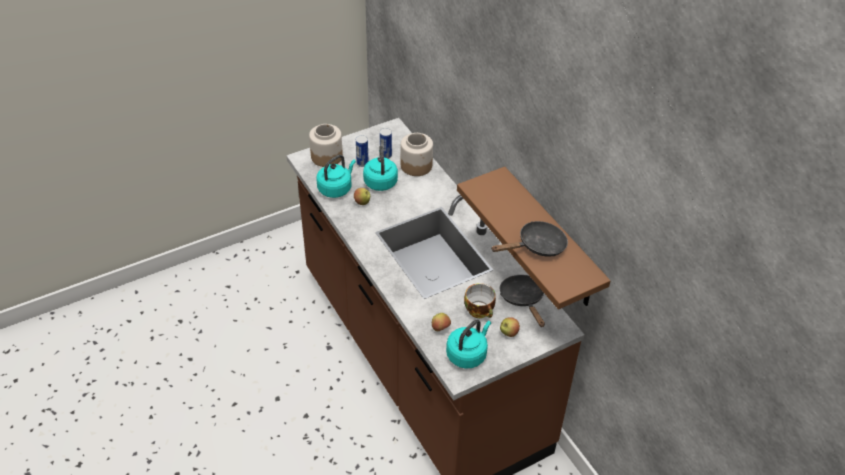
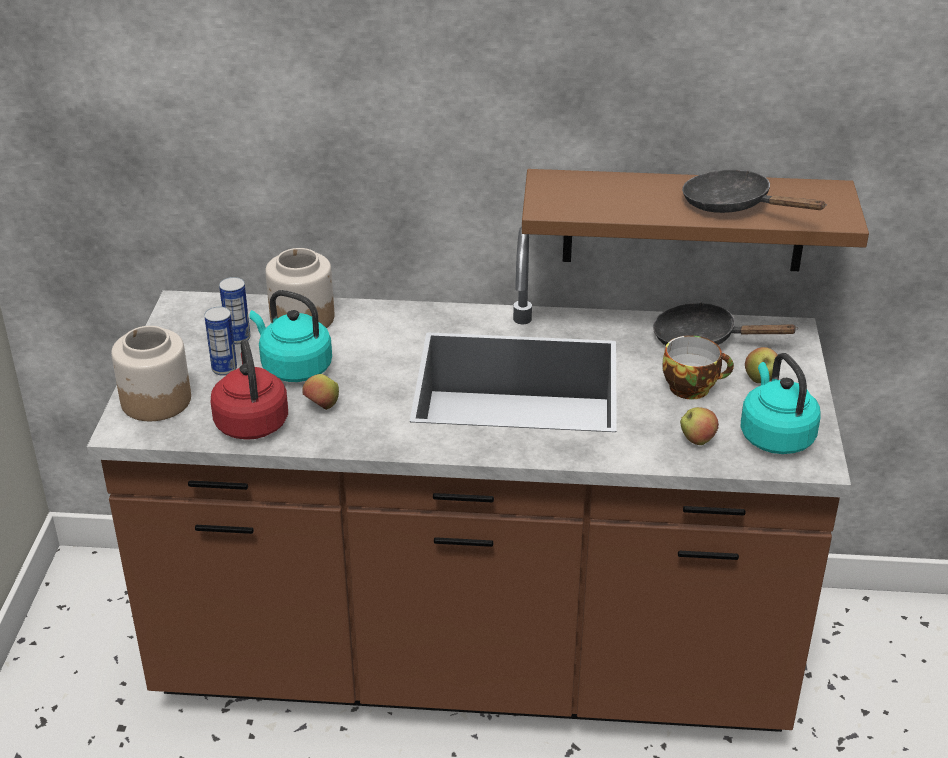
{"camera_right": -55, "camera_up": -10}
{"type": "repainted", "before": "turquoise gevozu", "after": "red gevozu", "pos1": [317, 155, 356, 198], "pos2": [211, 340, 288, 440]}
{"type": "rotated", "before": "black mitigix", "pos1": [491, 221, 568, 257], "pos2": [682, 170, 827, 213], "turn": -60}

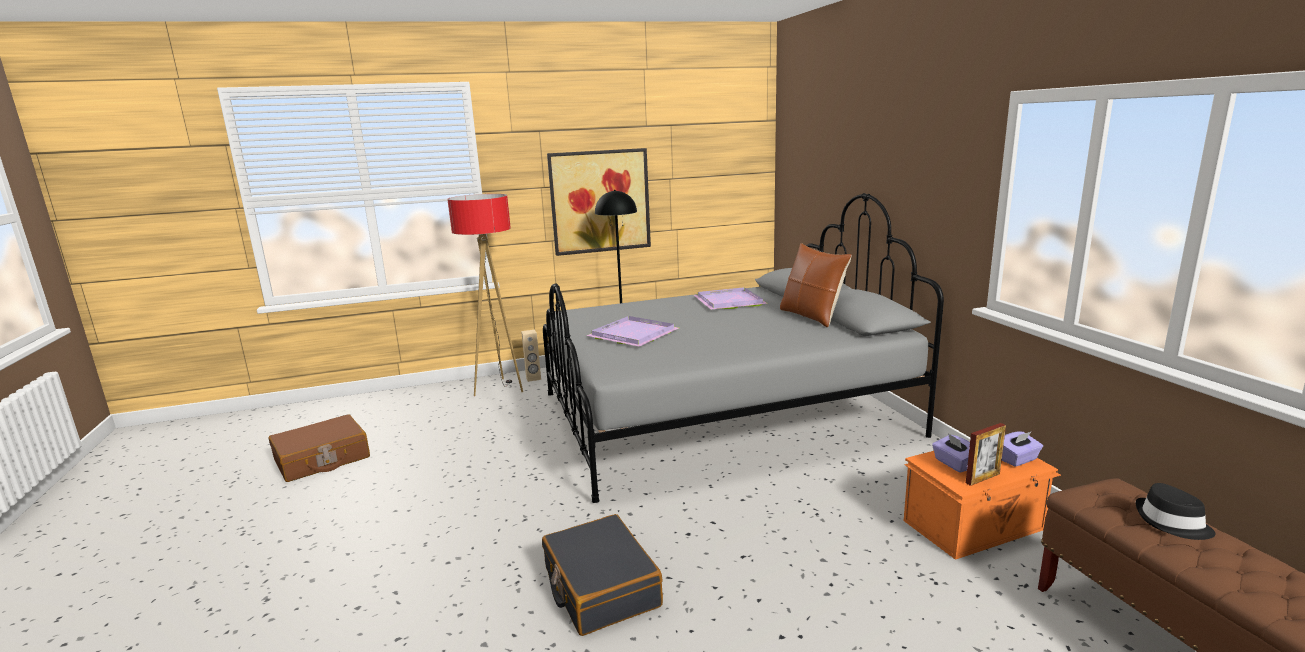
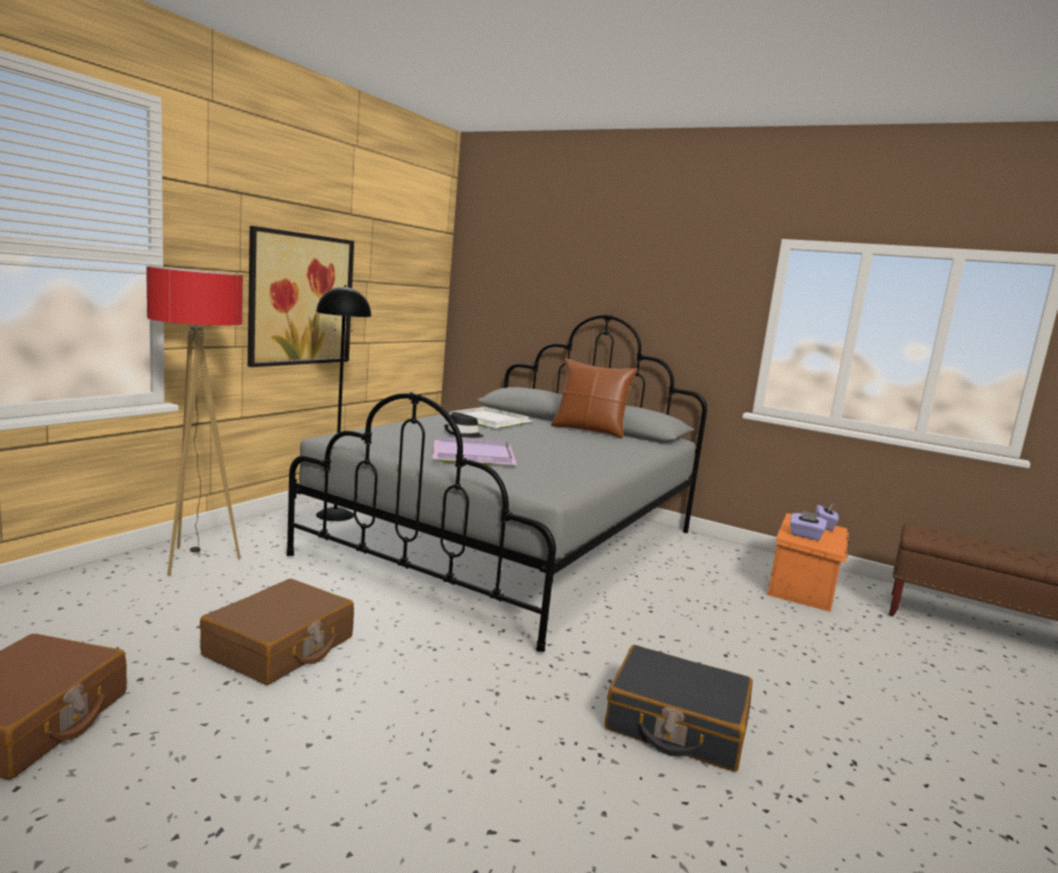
{"camera_right": -45, "camera_up": -5}
{"type": "new", "after": "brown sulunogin", "pos2": [200, 579, 354, 685]}
{"type": "shifted", "before": "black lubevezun", "pos1": [1136, 483, 1216, 540], "pos2": [444, 412, 483, 438]}
{"type": "repainted", "before": "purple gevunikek", "after": "white gevunikek", "pos1": [694, 287, 768, 310], "pos2": [450, 407, 532, 428]}
{"type": "gone", "before": "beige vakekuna", "pos1": [521, 330, 541, 382]}
{"type": "gone", "before": "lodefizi", "pos1": [966, 423, 1006, 486]}

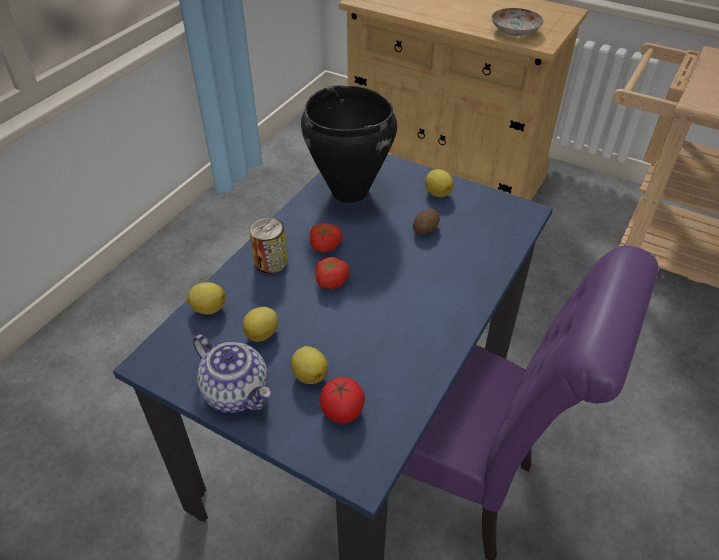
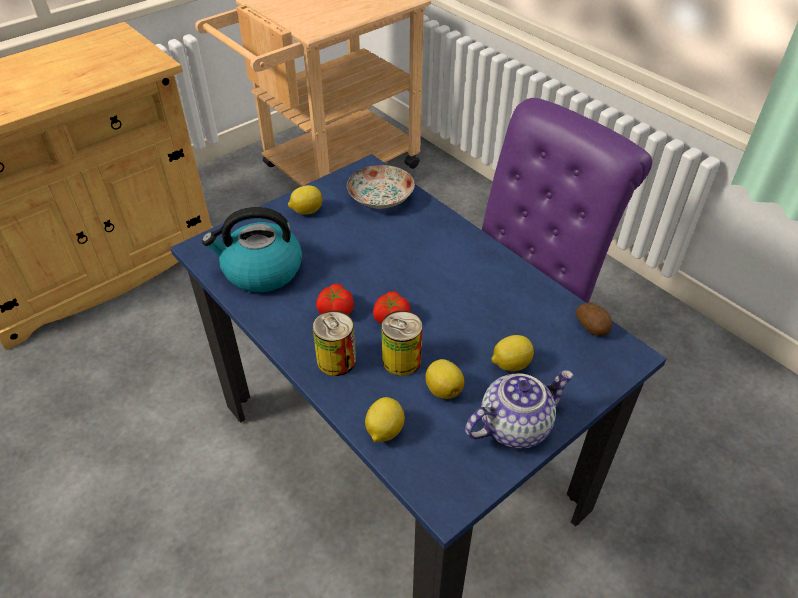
{"camera_right": -70, "camera_up": 0}
{"type": "swapped", "before": "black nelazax", "after": "gevozu", "pos1": [301, 85, 397, 203], "pos2": [202, 207, 302, 292]}
{"type": "shifted", "before": "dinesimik", "pos1": [491, 8, 544, 36], "pos2": [347, 165, 415, 209]}
{"type": "new", "after": "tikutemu", "pos2": [381, 311, 423, 376]}
{"type": "shifted", "before": "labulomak", "pos1": [413, 208, 440, 234], "pos2": [576, 302, 612, 336]}
{"type": "gone", "before": "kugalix", "pos1": [320, 377, 365, 424]}

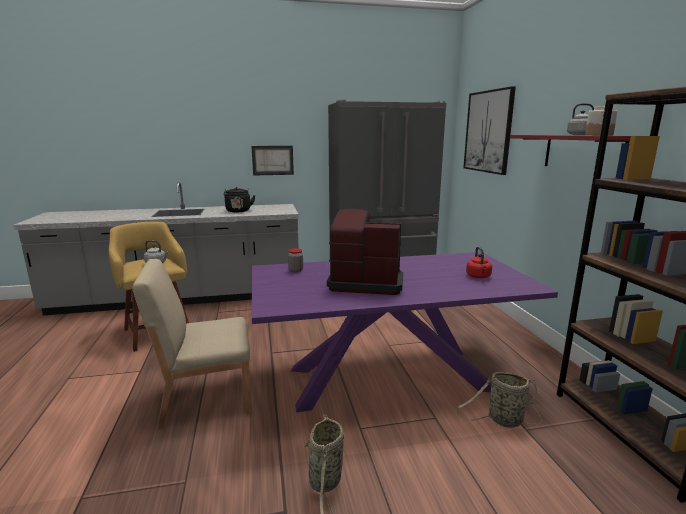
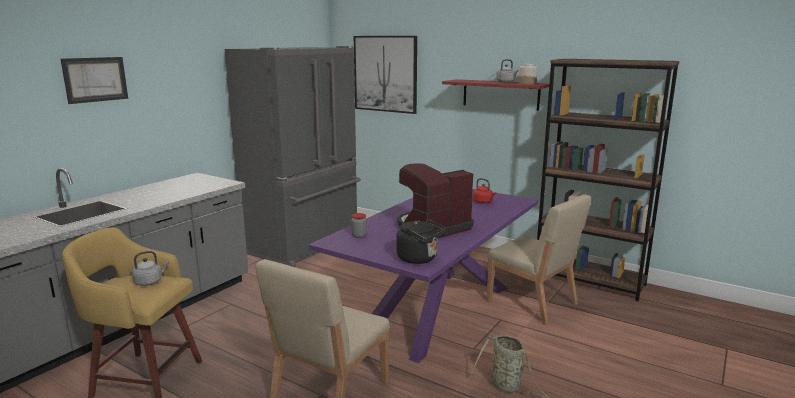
{"camera_right": -45, "camera_up": 0}
{"type": "shifted", "before": "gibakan", "pos1": [251, 146, 294, 176], "pos2": [61, 57, 128, 104]}
{"type": "shifted", "before": "black gevozu", "pos1": [224, 187, 255, 212], "pos2": [396, 219, 446, 264]}
{"type": "swapped", "before": "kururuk", "after": "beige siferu", "pos1": [455, 372, 542, 428], "pos2": [487, 195, 591, 325]}

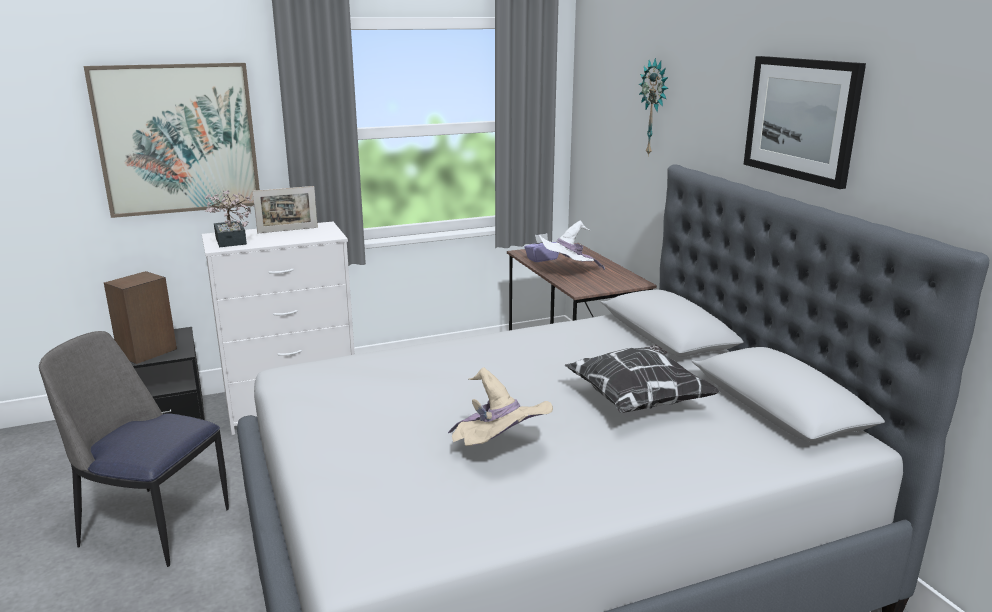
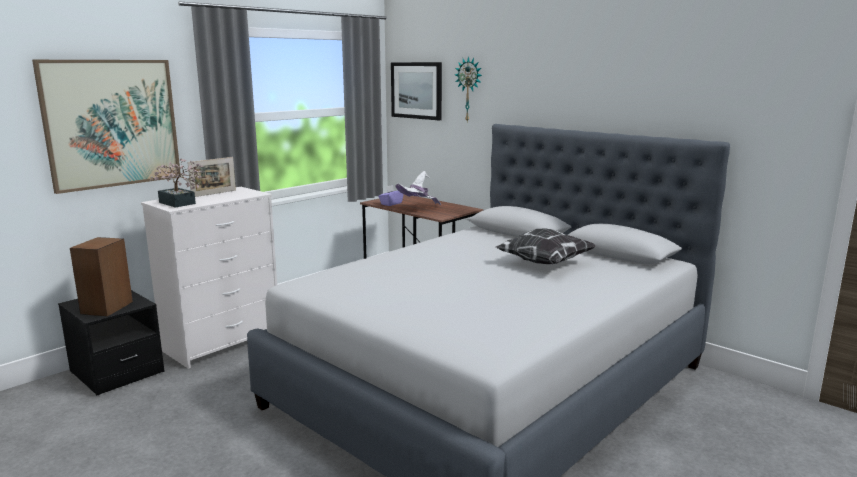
{"camera_right": -25, "camera_up": -5}
{"type": "shifted", "before": "gibakan", "pos1": [744, 56, 866, 189], "pos2": [391, 62, 442, 120]}
{"type": "gone", "before": "siferu", "pos1": [39, 331, 229, 567]}
{"type": "gone", "before": "beige lubevezun", "pos1": [448, 367, 553, 446]}

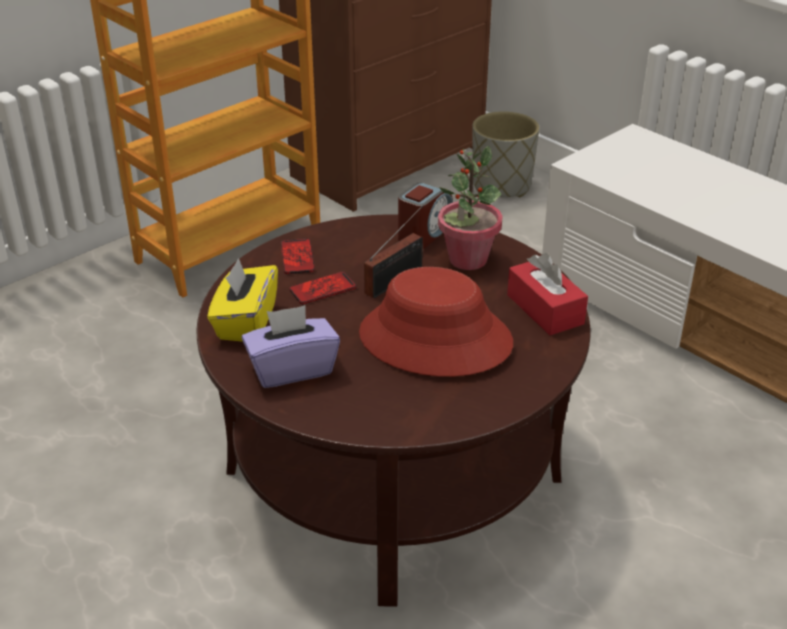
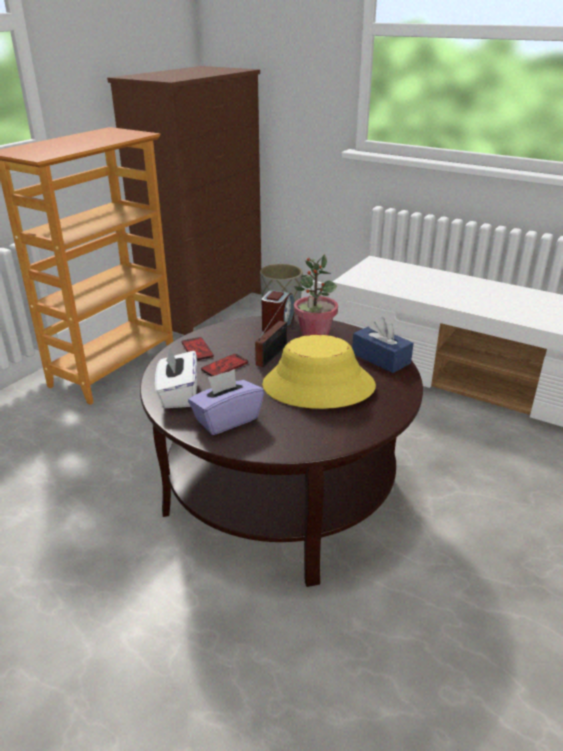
{"camera_right": -15, "camera_up": -5}
{"type": "repainted", "before": "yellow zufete", "after": "white zufete", "pos1": [207, 258, 278, 342], "pos2": [155, 346, 197, 408]}
{"type": "repainted", "before": "red lubevezun", "after": "yellow lubevezun", "pos1": [359, 267, 513, 377], "pos2": [262, 335, 376, 409]}
{"type": "repainted", "before": "red zufete", "after": "blue zufete", "pos1": [507, 253, 588, 335], "pos2": [352, 317, 414, 373]}

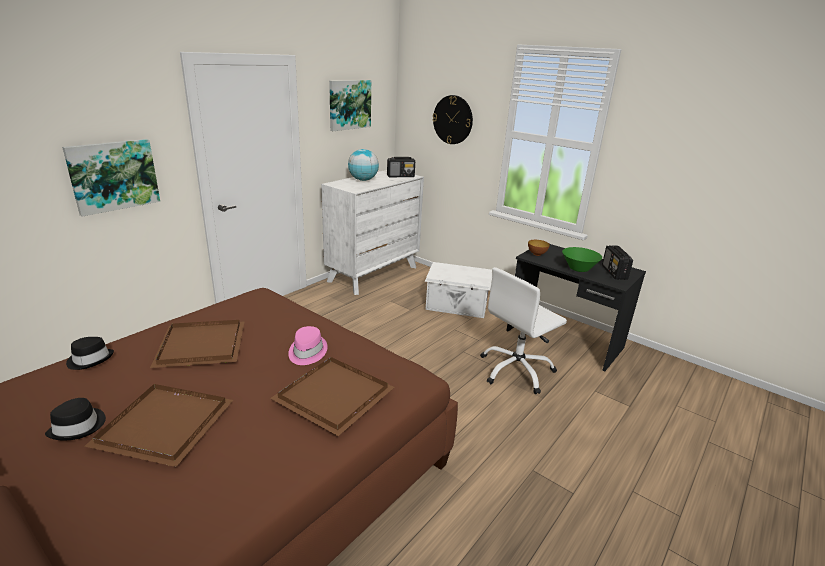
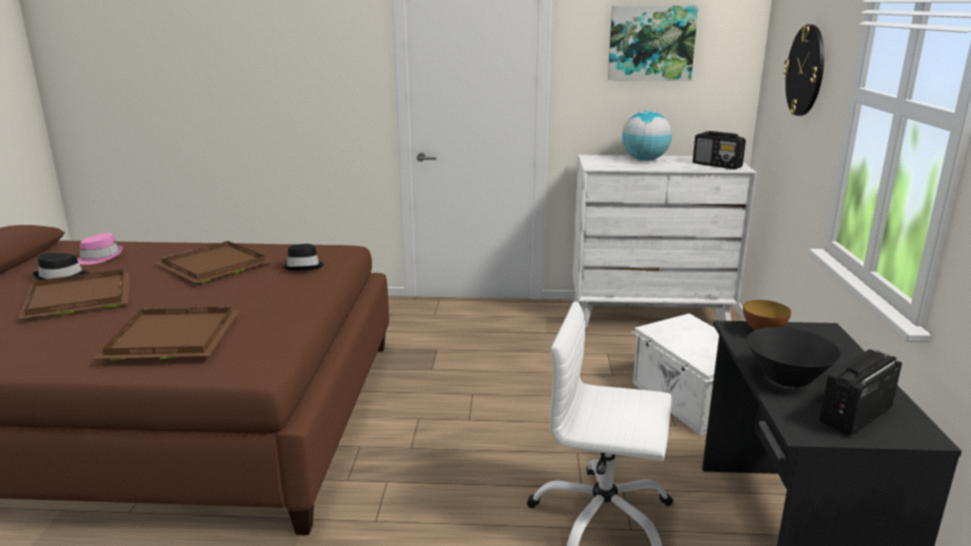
{"camera_right": 55, "camera_up": -5}
{"type": "shifted", "before": "pink lubevezun", "pos1": [288, 326, 328, 365], "pos2": [77, 233, 123, 265]}
{"type": "shifted", "before": "black lubevezun", "pos1": [66, 337, 114, 370], "pos2": [282, 244, 324, 270]}
{"type": "repainted", "before": "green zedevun", "after": "black zedevun", "pos1": [562, 247, 602, 272], "pos2": [746, 327, 841, 387]}
{"type": "gone", "before": "gibakan", "pos1": [62, 139, 160, 217]}

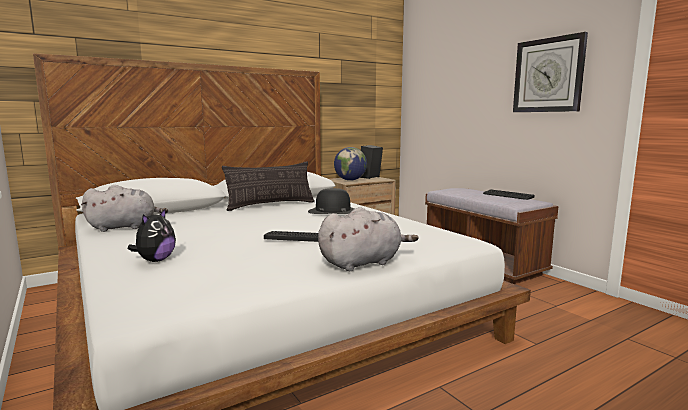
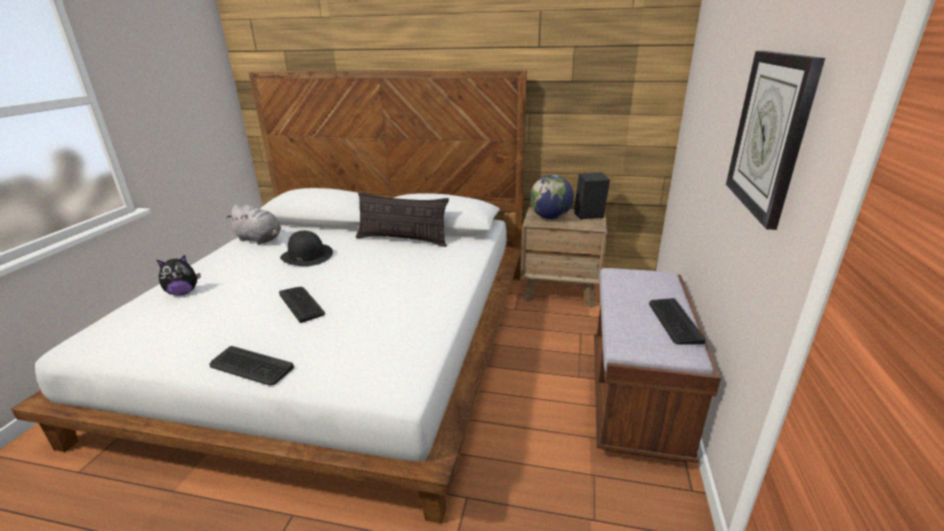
{"camera_right": 45, "camera_up": 15}
{"type": "swapped", "before": "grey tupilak", "after": "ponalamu", "pos1": [318, 207, 419, 271], "pos2": [210, 346, 294, 385]}
{"type": "shifted", "before": "black lubevezun", "pos1": [308, 188, 354, 214], "pos2": [280, 231, 333, 266]}

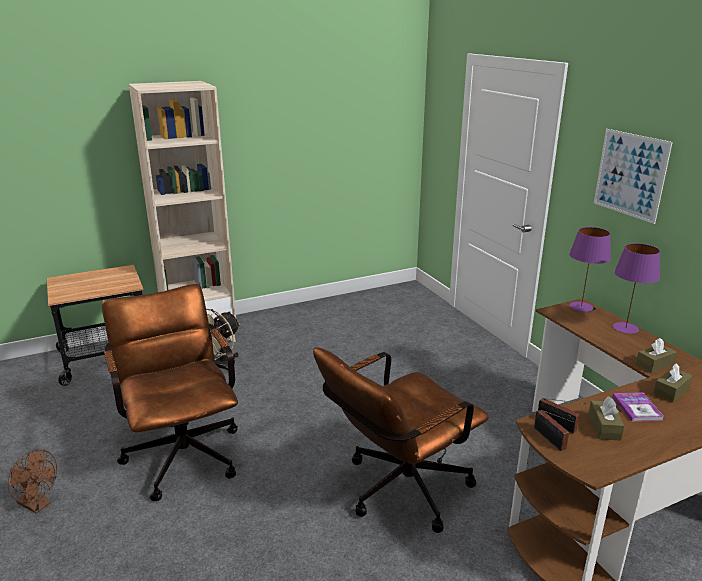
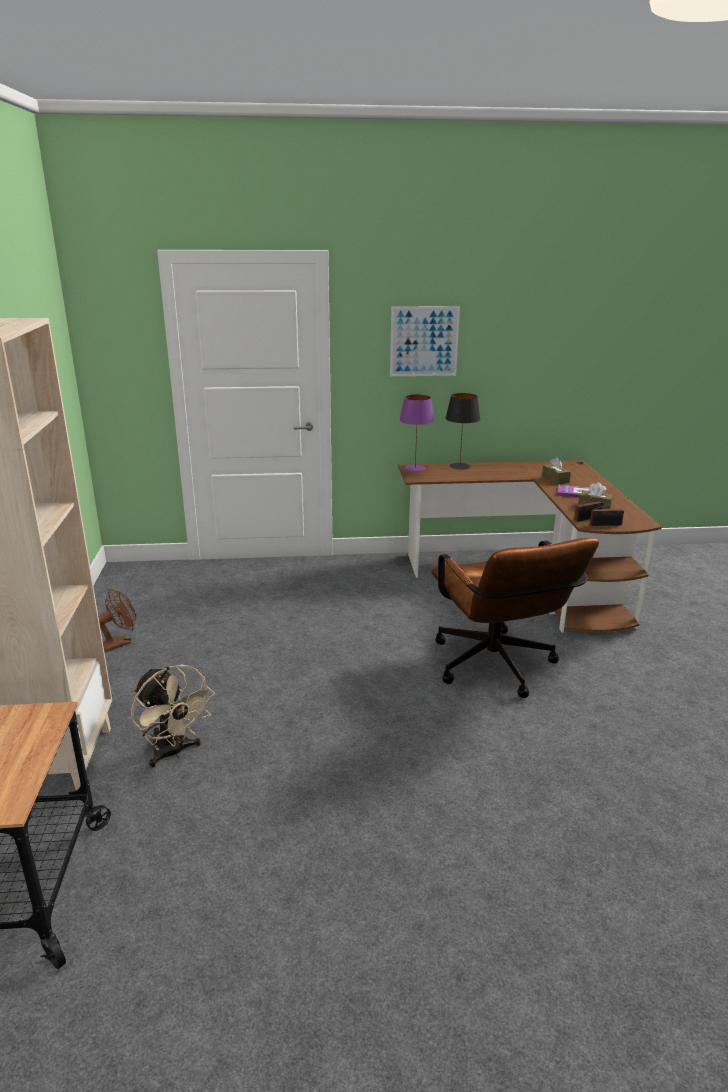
{"camera_right": -70, "camera_up": 0}
{"type": "shifted", "before": "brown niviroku", "pos1": [8, 449, 57, 514], "pos2": [98, 589, 136, 652]}
{"type": "repainted", "before": "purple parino", "after": "black parino", "pos1": [613, 243, 660, 334], "pos2": [445, 393, 480, 469]}
{"type": "gone", "before": "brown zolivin", "pos1": [102, 284, 238, 501]}
{"type": "gone", "before": "brown zufete", "pos1": [636, 338, 677, 373]}

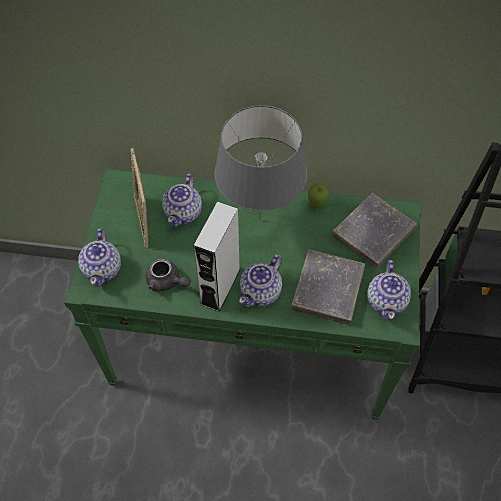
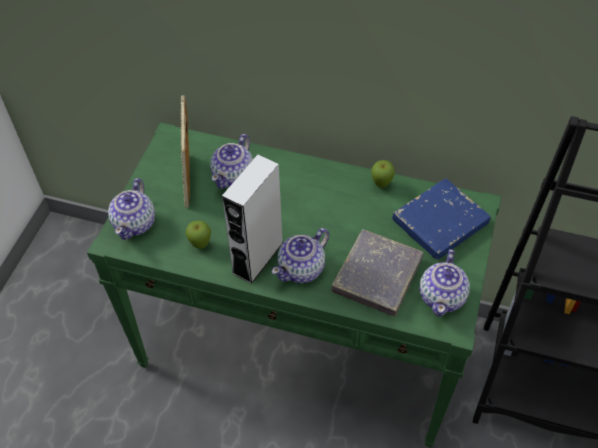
{"camera_right": 10, "camera_up": -5}
{"type": "swapped", "before": "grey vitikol", "after": "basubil", "pos1": [146, 259, 190, 292], "pos2": [185, 221, 211, 249]}
{"type": "repainted", "before": "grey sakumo", "after": "blue sakumo", "pos1": [332, 193, 417, 268], "pos2": [392, 178, 491, 260]}
{"type": "gone", "before": "grey parino", "pos1": [214, 105, 307, 221]}

